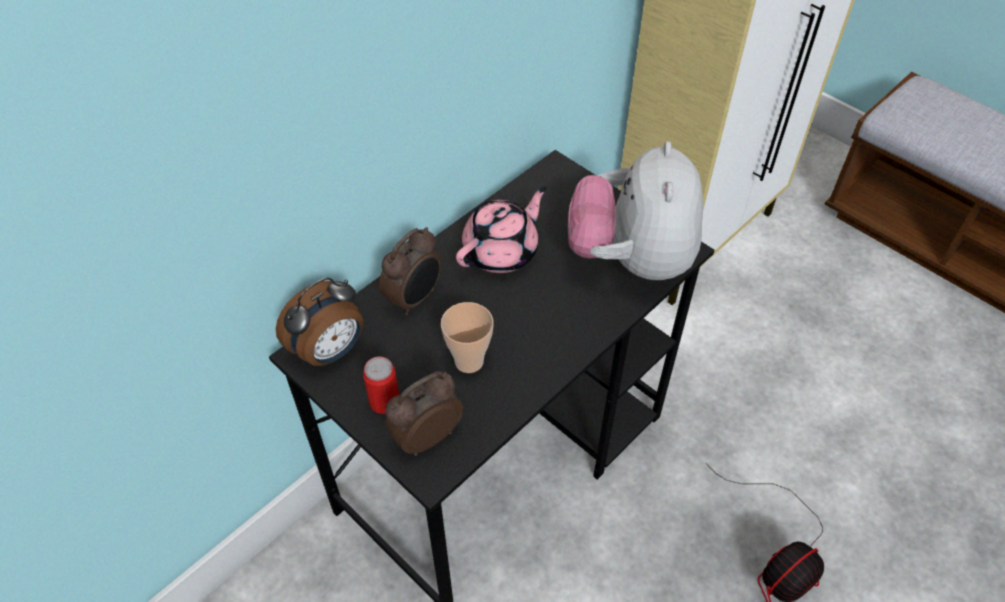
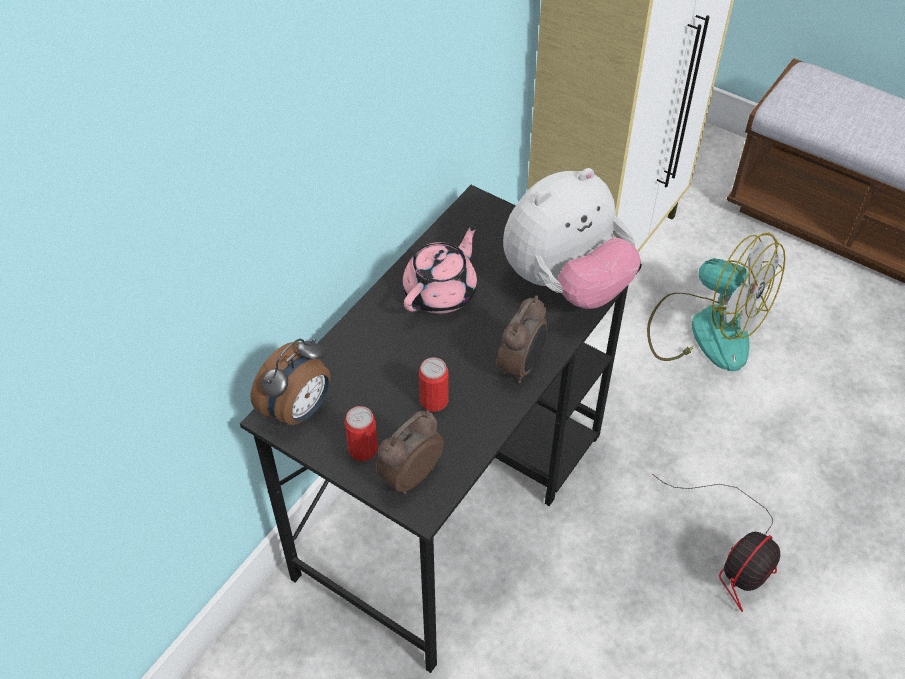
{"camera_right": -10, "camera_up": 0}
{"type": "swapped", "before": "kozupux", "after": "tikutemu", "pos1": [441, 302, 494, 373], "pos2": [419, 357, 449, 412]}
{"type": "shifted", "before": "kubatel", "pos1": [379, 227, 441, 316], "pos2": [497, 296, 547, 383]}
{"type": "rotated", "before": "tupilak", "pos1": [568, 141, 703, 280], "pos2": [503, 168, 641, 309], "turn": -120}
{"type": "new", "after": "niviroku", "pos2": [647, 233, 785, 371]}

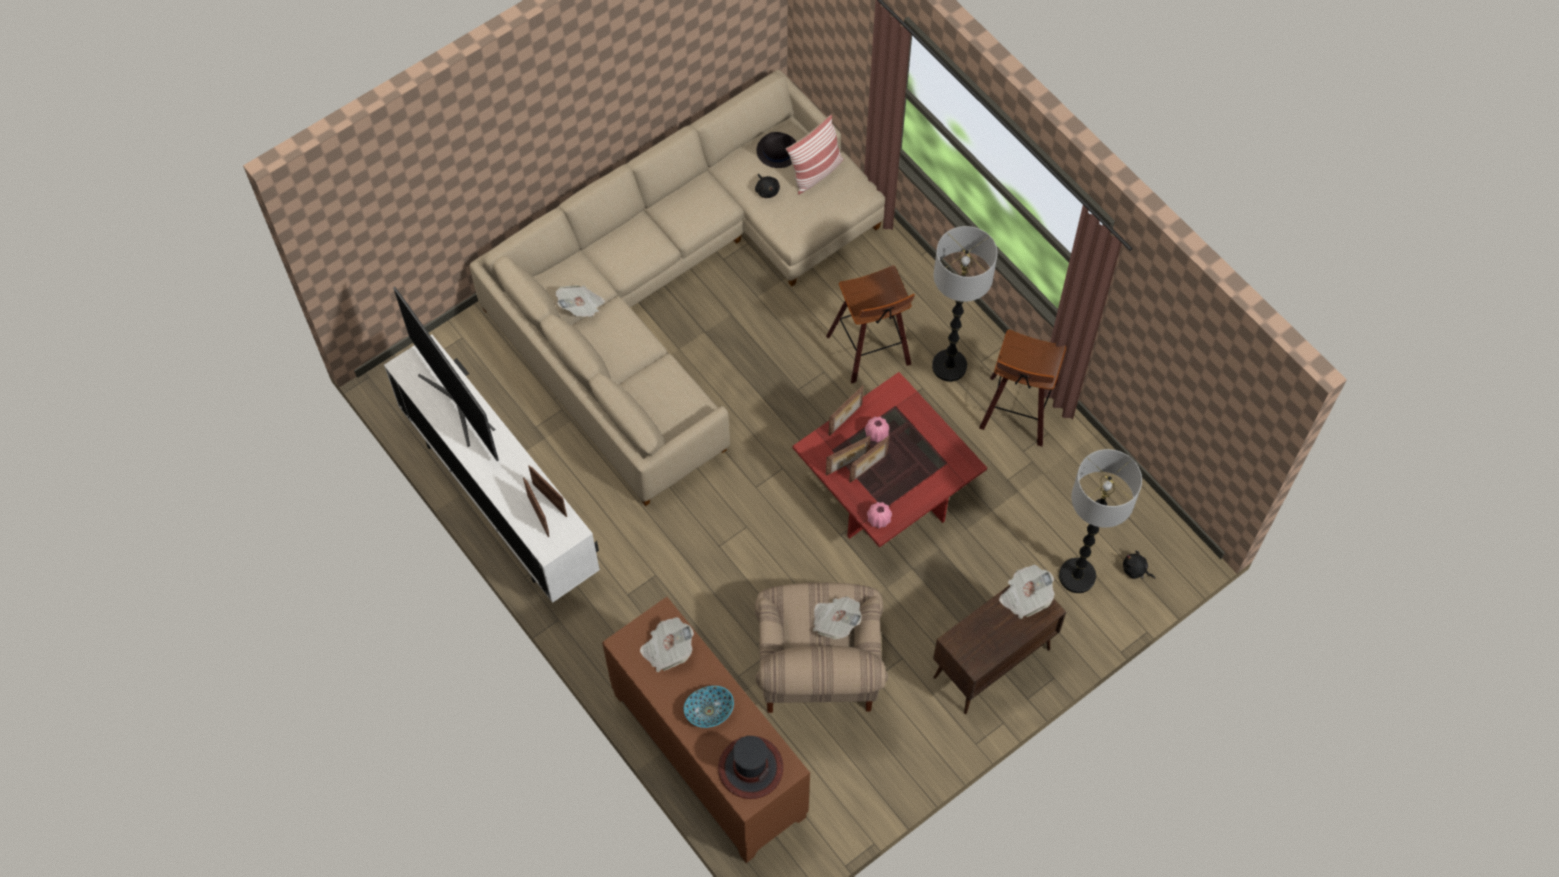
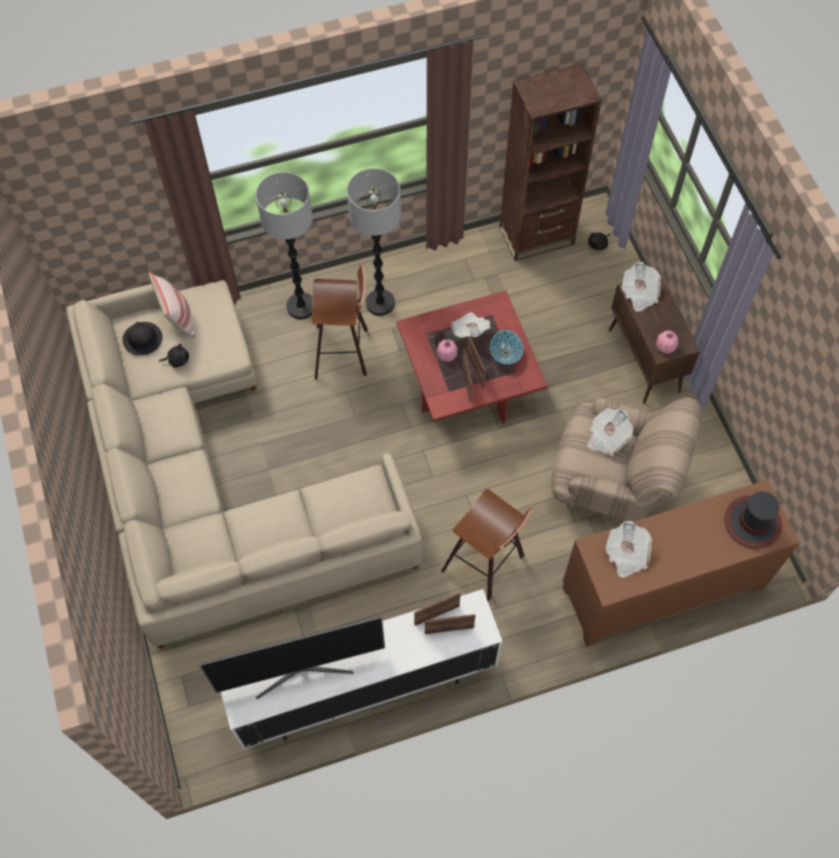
{"camera_right": -70, "camera_up": 0}
{"type": "shifted", "before": "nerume", "pos1": [1059, 449, 1142, 593], "pos2": [256, 172, 313, 319]}
{"type": "shifted", "before": "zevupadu", "pos1": [979, 329, 1066, 446], "pos2": [441, 489, 532, 601]}
{"type": "shifted", "before": "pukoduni", "pos1": [555, 285, 605, 317], "pos2": [451, 312, 490, 338]}
{"type": "shifted", "before": "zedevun", "pos1": [684, 686, 734, 728], "pos2": [490, 330, 523, 364]}
{"type": "new", "after": "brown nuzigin", "pos2": [499, 64, 602, 261]}
{"type": "shifted", "before": "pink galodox", "pos1": [867, 502, 892, 528], "pos2": [656, 331, 678, 354]}
{"type": "gone", "before": "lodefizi", "pos1": [829, 385, 864, 436]}

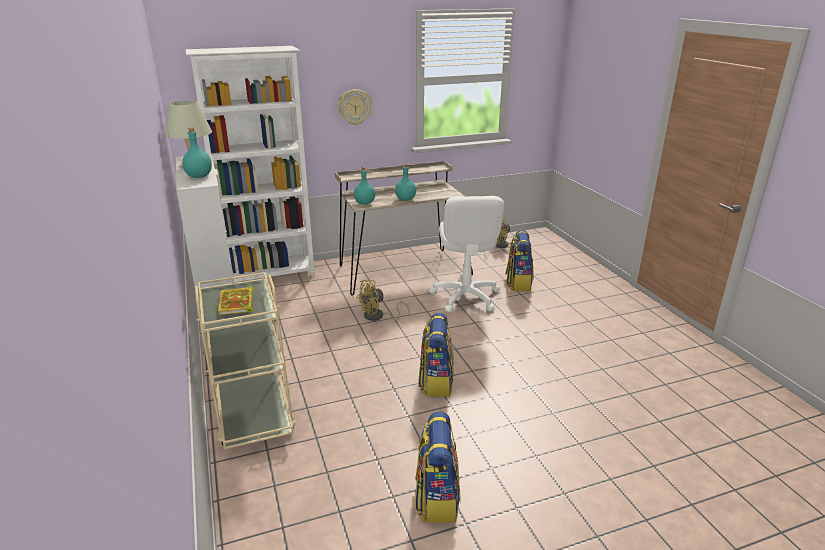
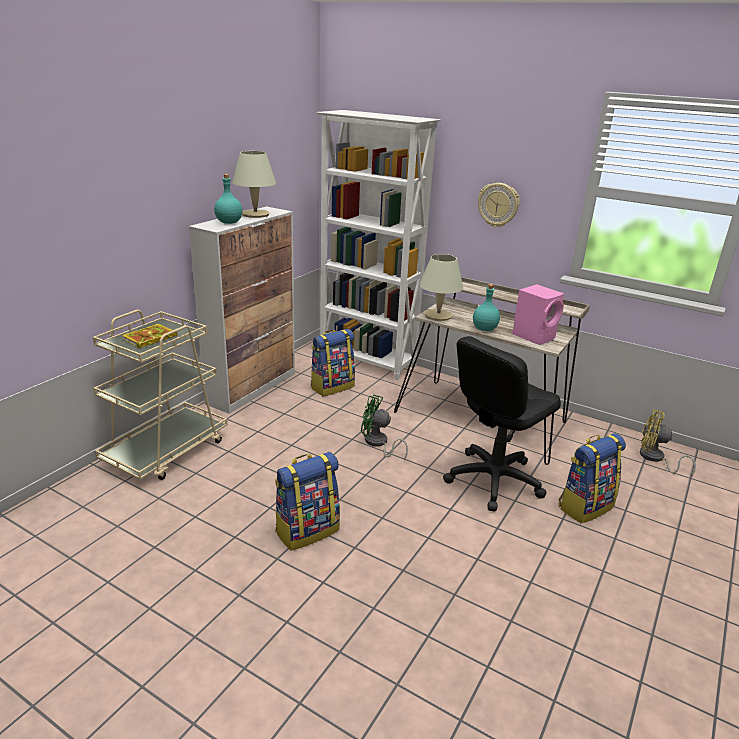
{"camera_right": 50, "camera_up": 0}
{"type": "shifted", "before": "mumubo", "pos1": [415, 412, 461, 523], "pos2": [311, 329, 355, 396]}
{"type": "repainted", "before": "yellow niviroku", "after": "green niviroku", "pos1": [357, 279, 410, 321], "pos2": [361, 395, 408, 460]}
{"type": "swapped", "before": "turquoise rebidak", "after": "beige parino", "pos1": [354, 167, 375, 205], "pos2": [419, 254, 463, 321]}
{"type": "repainted", "before": "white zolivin", "after": "black zolivin", "pos1": [429, 196, 505, 312], "pos2": [443, 336, 561, 512]}
{"type": "new", "after": "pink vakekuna", "pos2": [512, 284, 564, 345]}

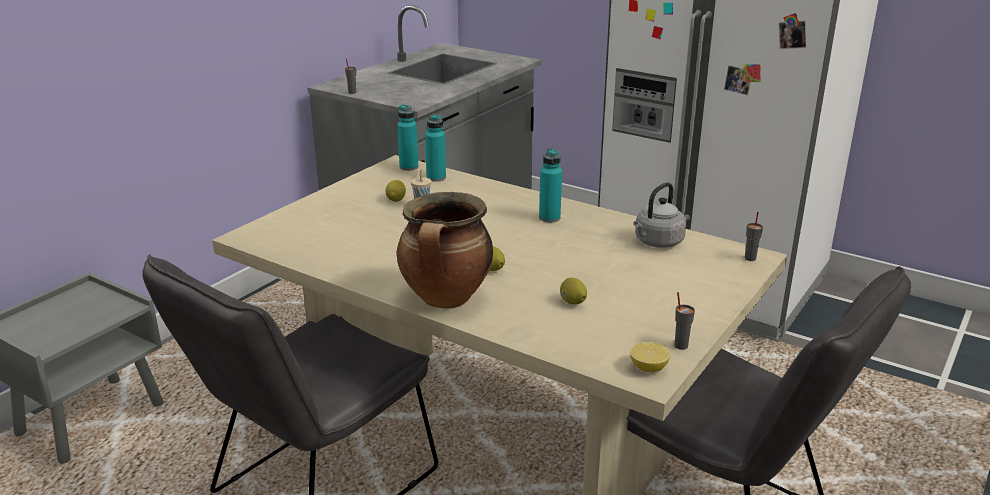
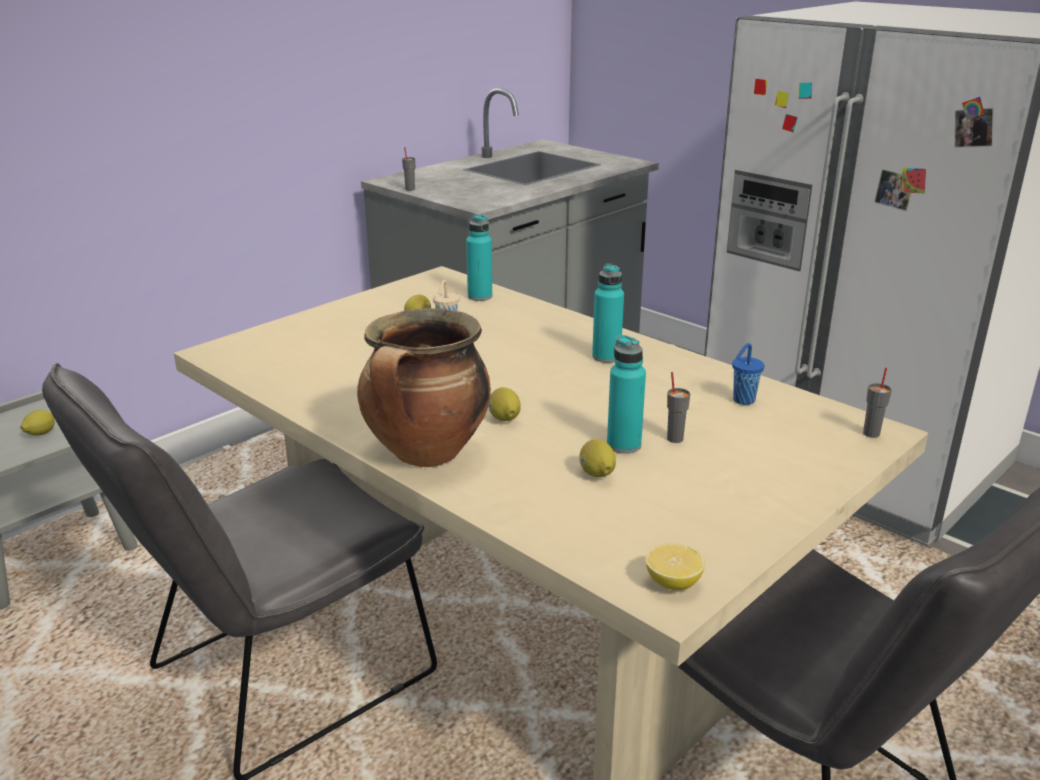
{"camera_right": 10, "camera_up": 0}
{"type": "new", "after": "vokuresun", "pos2": [20, 409, 55, 436]}
{"type": "shifted", "before": "turquoise rebidak", "pos1": [397, 105, 418, 171], "pos2": [607, 335, 646, 454]}
{"type": "shifted", "before": "grey kozupux", "pos1": [675, 292, 695, 350], "pos2": [667, 372, 691, 443]}
{"type": "swapped", "before": "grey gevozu", "after": "blue kozupux", "pos1": [634, 182, 686, 248], "pos2": [732, 343, 764, 405]}

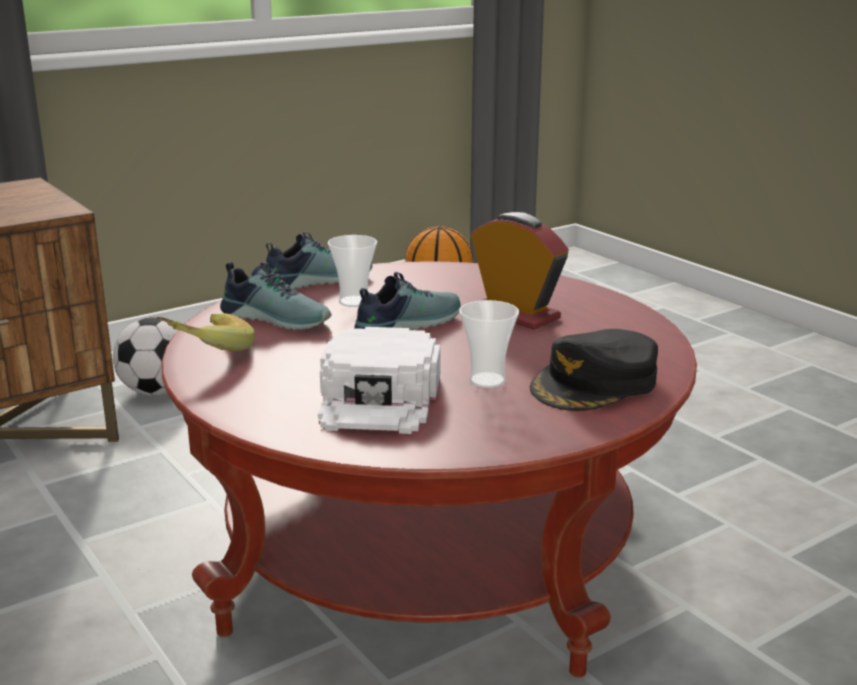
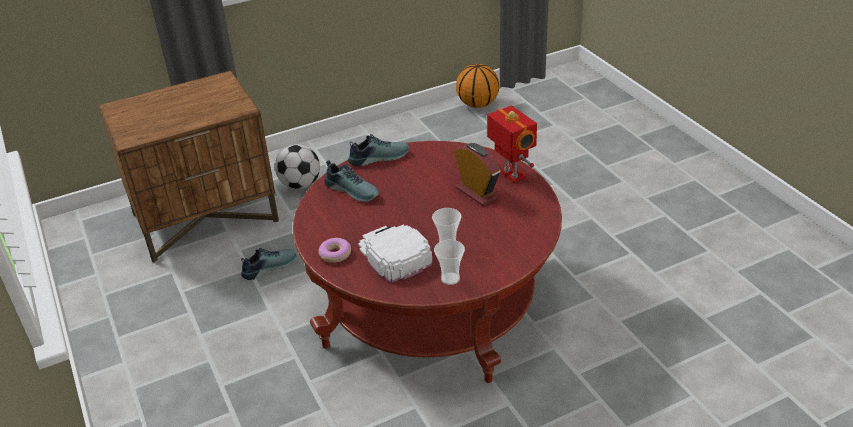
{"camera_right": 10, "camera_up": 15}
{"type": "shifted", "before": "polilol", "pos1": [354, 272, 461, 330], "pos2": [241, 248, 296, 280]}
{"type": "new", "after": "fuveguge", "pos2": [319, 238, 351, 263]}
{"type": "rotated", "before": "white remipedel", "pos1": [318, 327, 441, 434], "pos2": [358, 225, 432, 283], "turn": 135}
{"type": "shifted", "before": "kozupux", "pos1": [328, 235, 377, 307], "pos2": [434, 240, 465, 285]}
{"type": "new", "after": "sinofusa", "pos2": [487, 105, 537, 183]}
{"type": "gone", "before": "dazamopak", "pos1": [157, 313, 255, 351]}
{"type": "gone", "before": "black remipedel", "pos1": [530, 329, 658, 411]}

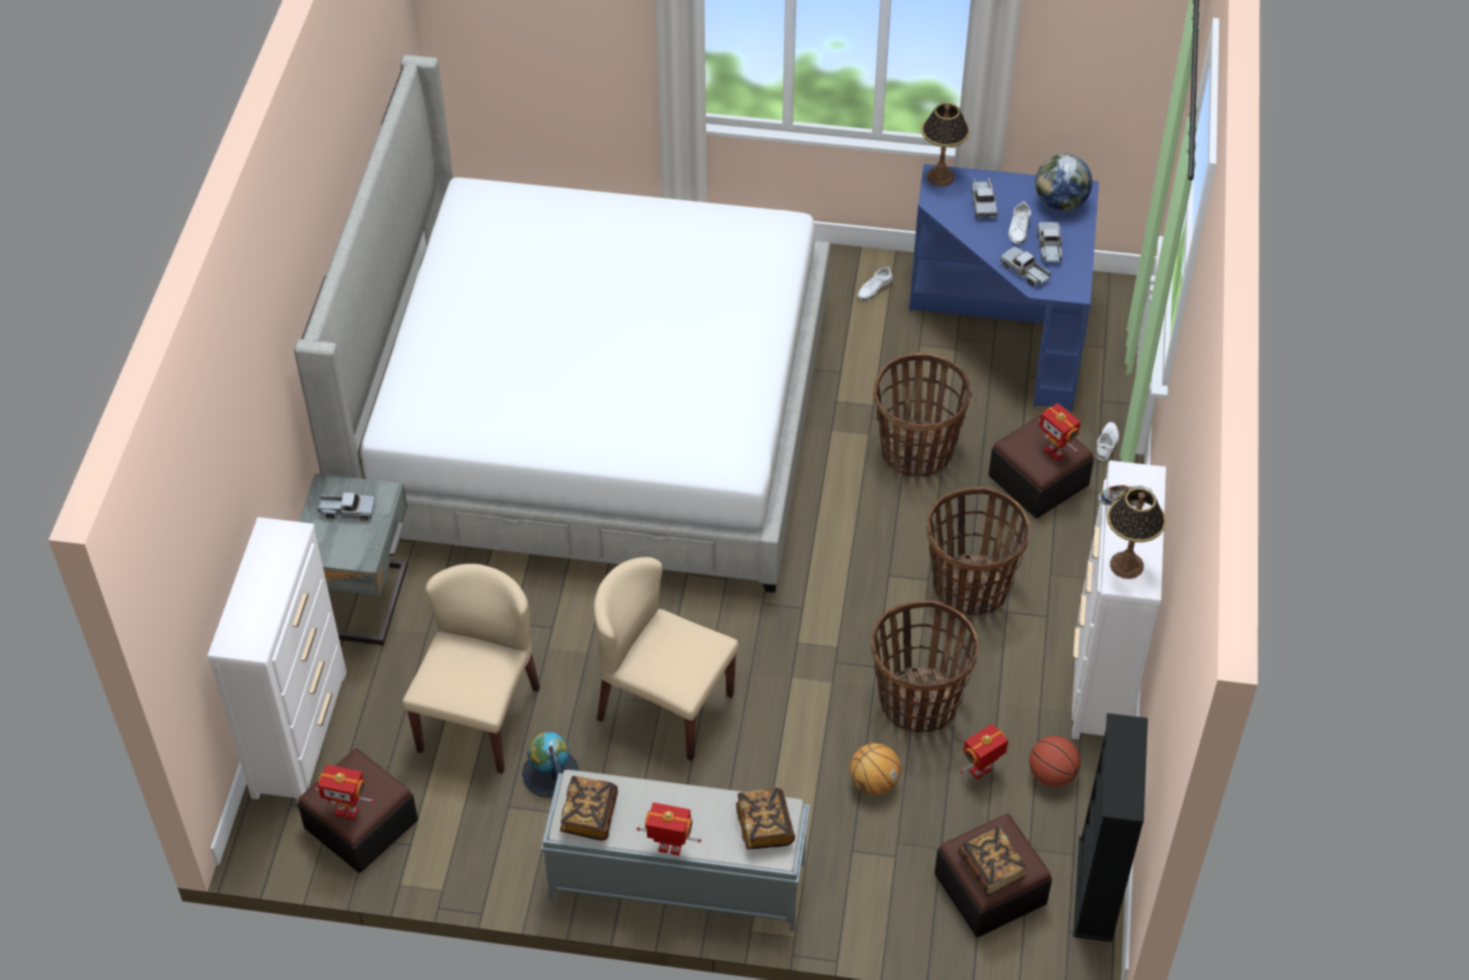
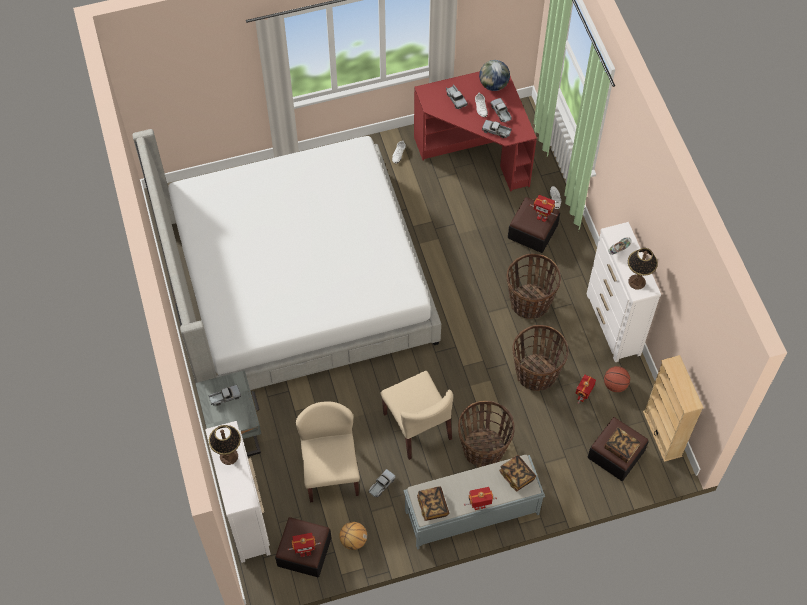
{"camera_right": -25, "camera_up": 10}
{"type": "shifted", "before": "parino", "pos1": [921, 103, 970, 187], "pos2": [209, 425, 241, 465]}
{"type": "shifted", "before": "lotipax", "pos1": [850, 743, 901, 795], "pos2": [339, 522, 367, 550]}
{"type": "swapped", "before": "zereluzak", "after": "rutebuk", "pos1": [522, 732, 579, 798], "pos2": [369, 469, 396, 498]}
{"type": "rotated", "before": "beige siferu", "pos1": [594, 557, 739, 761], "pos2": [380, 371, 453, 460], "turn": -120}
{"type": "repainted", "before": "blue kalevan", "after": "red kalevan", "pos1": [909, 164, 1099, 411], "pos2": [414, 71, 537, 192]}
{"type": "shifted", "before": "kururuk", "pos1": [873, 353, 972, 477], "pos2": [458, 401, 515, 468]}
{"type": "repainted", "before": "black nuzigin", "after": "beige nuzigin", "pos1": [1073, 713, 1148, 942], "pos2": [643, 355, 703, 462]}

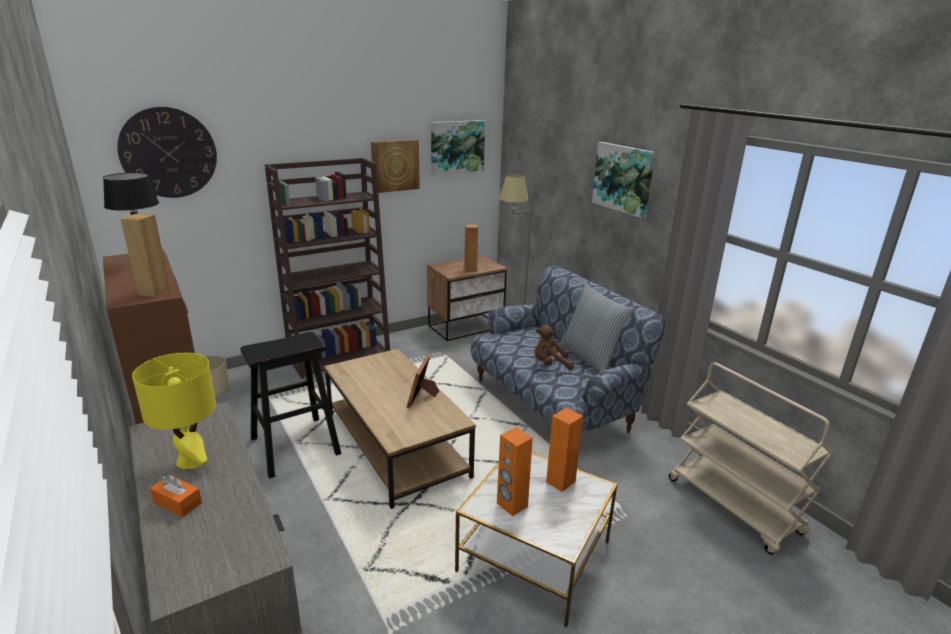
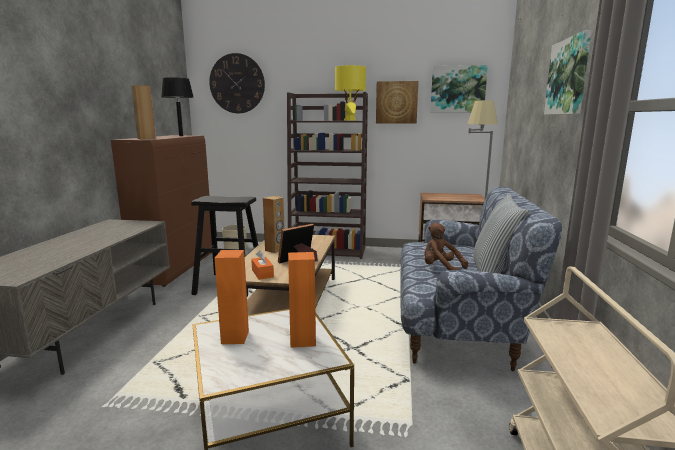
{"camera_right": 40, "camera_up": -10}
{"type": "shifted", "before": "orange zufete", "pos1": [150, 474, 202, 517], "pos2": [251, 250, 274, 280]}
{"type": "shifted", "before": "brown vakekuna", "pos1": [464, 224, 478, 272], "pos2": [263, 196, 285, 253]}
{"type": "shifted", "before": "yellow parino", "pos1": [132, 353, 216, 469], "pos2": [335, 65, 366, 121]}

